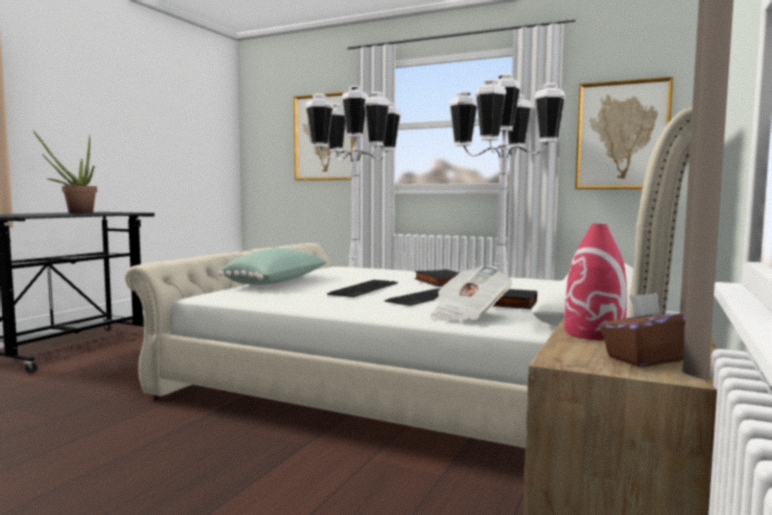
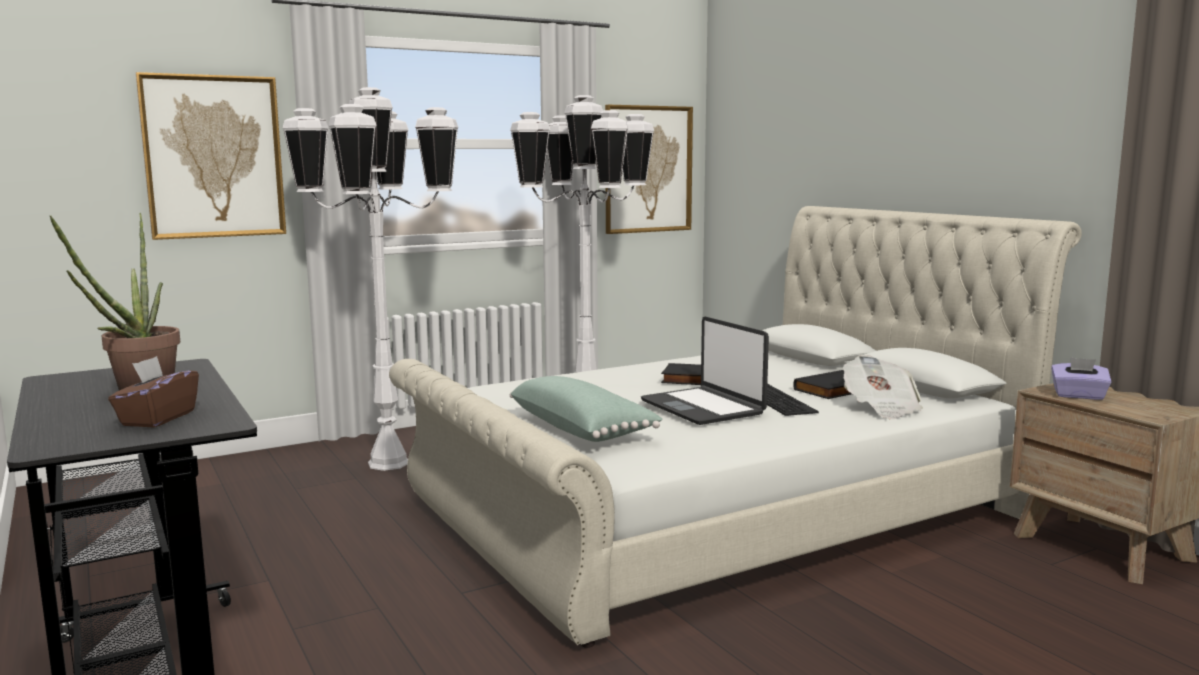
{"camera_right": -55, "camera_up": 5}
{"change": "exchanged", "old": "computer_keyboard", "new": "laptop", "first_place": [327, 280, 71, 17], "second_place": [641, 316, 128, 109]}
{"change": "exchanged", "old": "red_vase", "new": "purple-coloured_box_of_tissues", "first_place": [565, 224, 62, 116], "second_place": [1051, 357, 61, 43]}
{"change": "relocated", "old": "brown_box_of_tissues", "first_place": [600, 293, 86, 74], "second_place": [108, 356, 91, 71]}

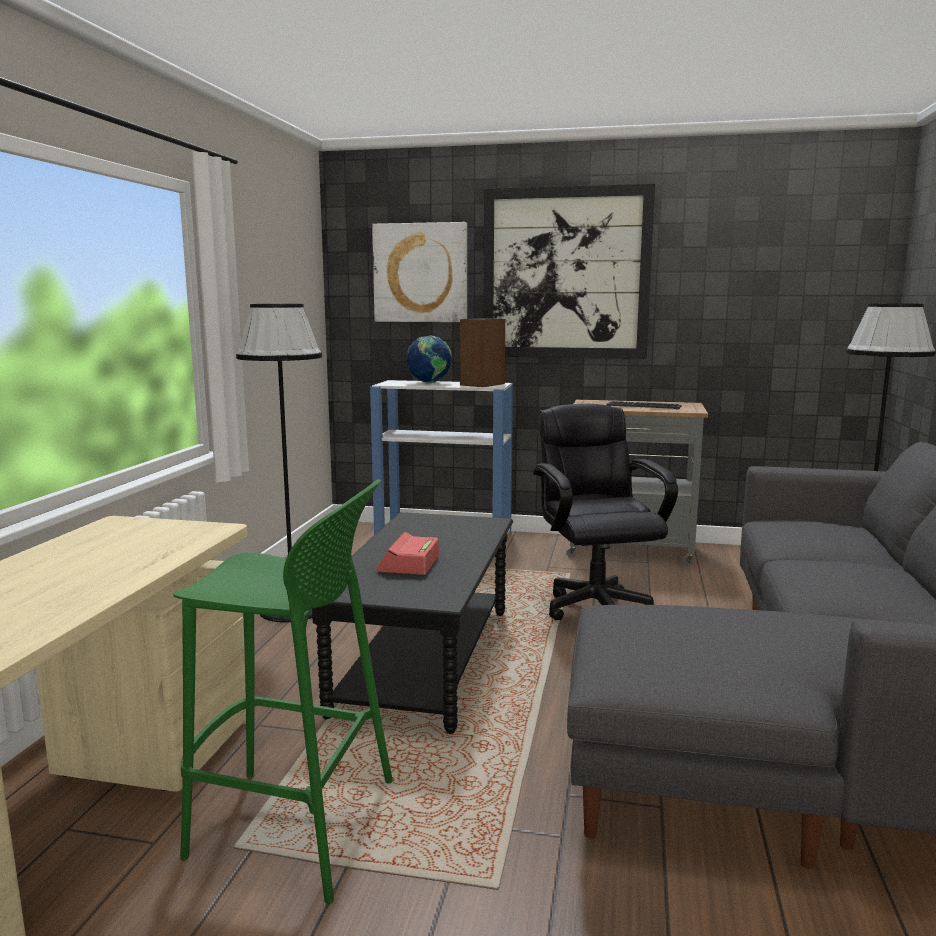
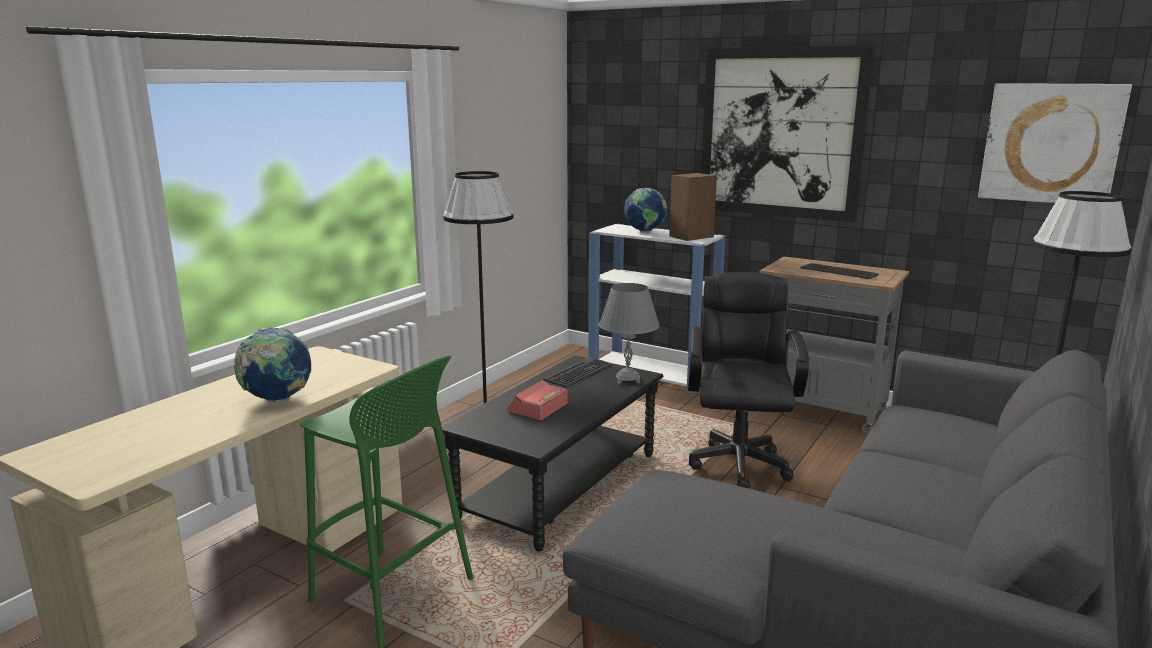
{"camera_right": 20, "camera_up": 5}
{"change": "relocated", "old": "picture", "first_place": [372, 222, 95, 100], "second_place": [978, 83, 154, 120]}
{"change": "appeared", "new": "desk_globe", "second_place": [234, 328, 77, 74]}
{"change": "appeared", "new": "computer_keyboard", "second_place": [543, 357, 69, 31]}
{"change": "appeared", "new": "grey_tabletop_lamp", "second_place": [598, 283, 62, 101]}

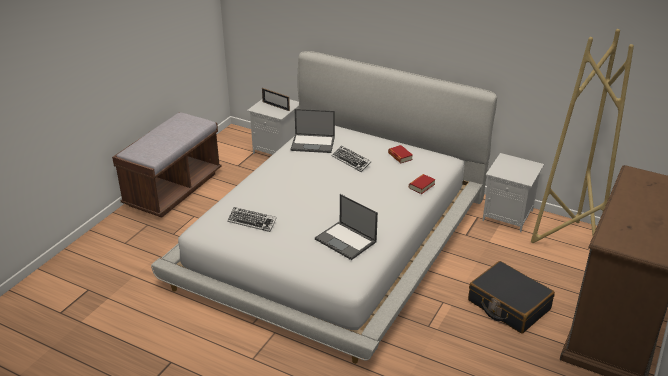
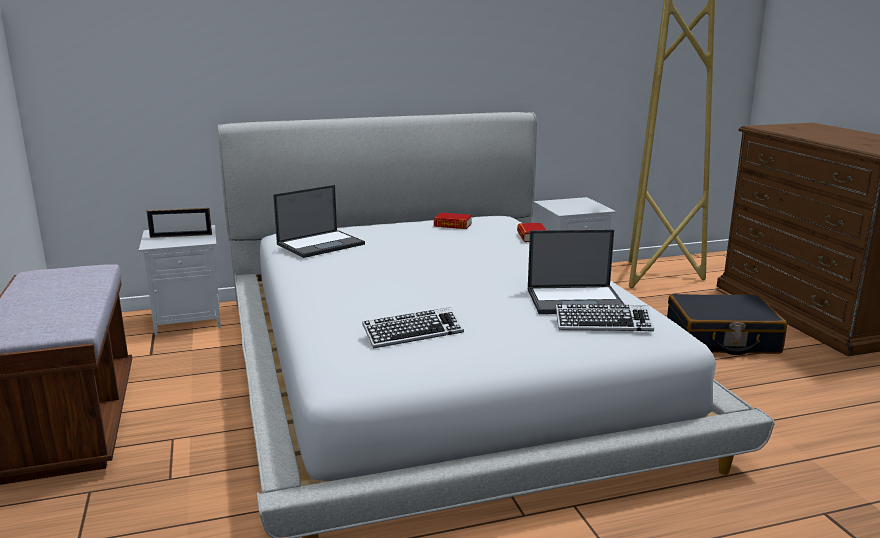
{"camera_right": -45, "camera_up": -15}
{"change": "relocated", "old": "computer_keyboard", "first_place": [332, 145, 39, 27], "second_place": [555, 304, 99, 27]}

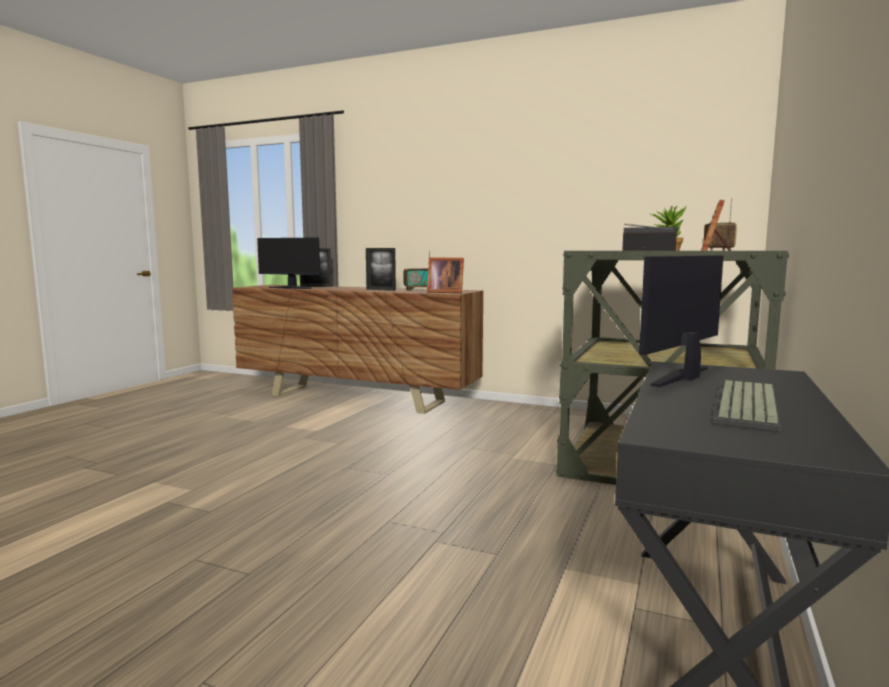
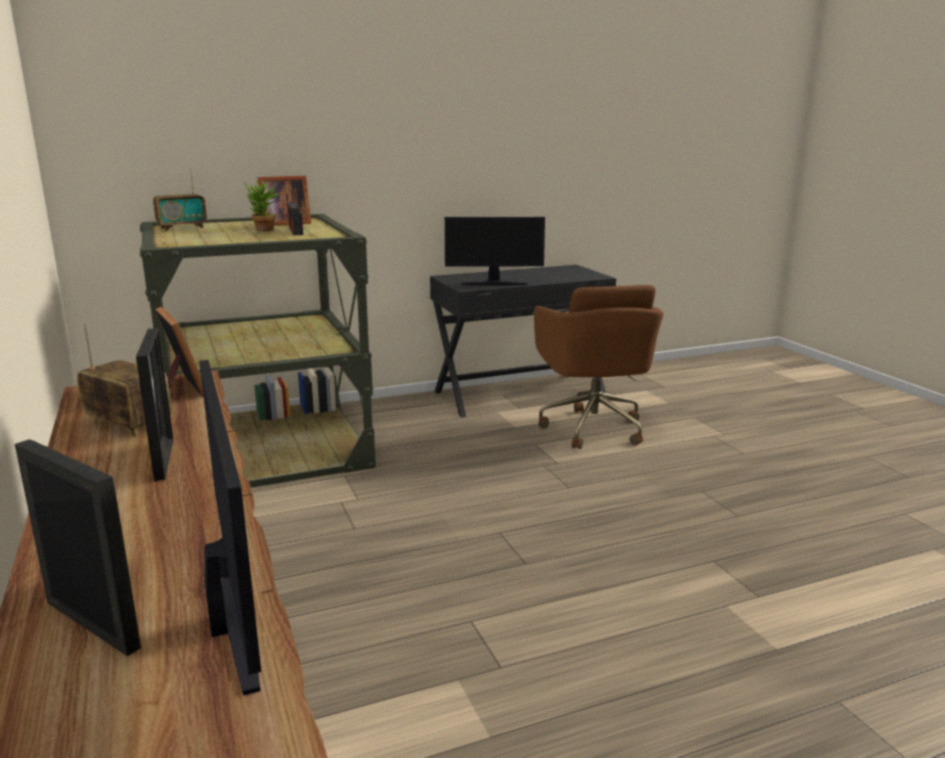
{"camera_right": -135, "camera_up": 10}
{"change": "missing", "old": "computer_keyboard", "first_place": [713, 380, 68, 51]}
{"change": "appeared", "new": "brown_desk_chair", "second_place": [534, 285, 130, 164]}

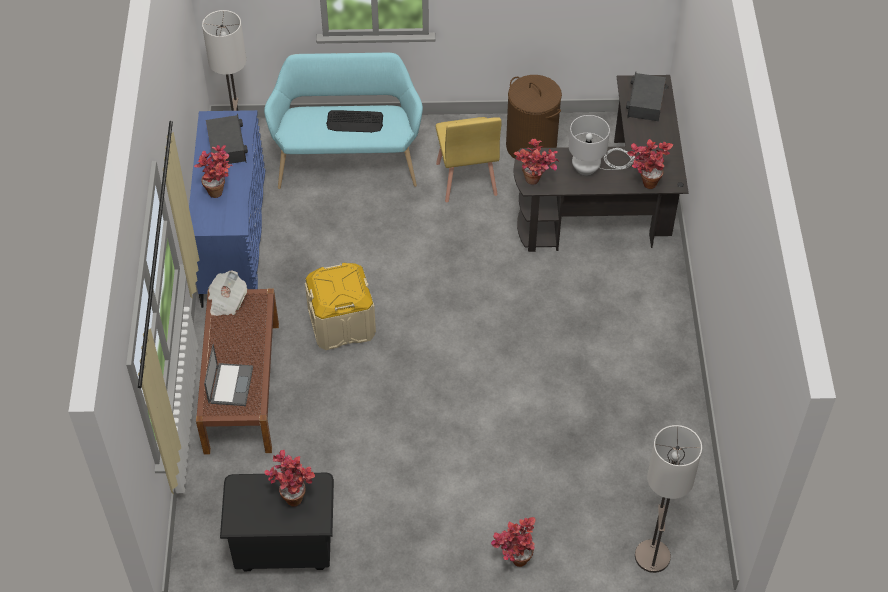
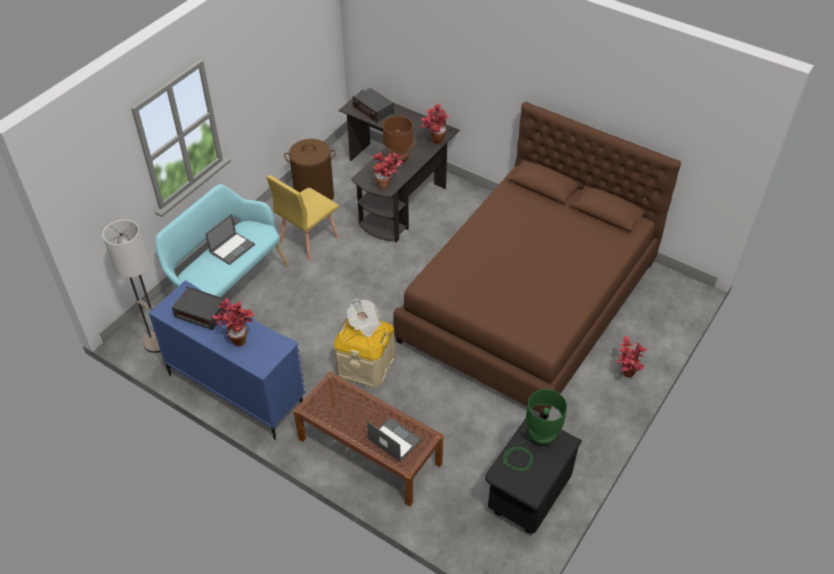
{"camera_right": -55, "camera_up": -5}
{"change": "relocated", "old": "newspaper", "first_place": [208, 271, 39, 45], "second_place": [346, 299, 35, 38]}
{"change": "exchanged", "old": "houseplant", "new": "green-coloured_tabletop_lamp", "first_place": [264, 450, 51, 57], "second_place": [503, 389, 64, 82]}
{"change": "exchanged", "old": "computer_keyboard", "new": "laptop", "first_place": [326, 110, 57, 23], "second_place": [206, 214, 49, 51]}
{"change": "spun", "old": "yellow_chair", "first_place": [436, 117, 66, 85], "second_place": [266, 175, 73, 86], "degrees": 105}
{"change": "colour", "old": "grey_tabletop_lamp", "new": "brown_tabletop_lamp", "first_place": [569, 115, 67, 61], "second_place": [383, 116, 33, 48]}
{"change": "missing", "old": "floor_lamp", "first_place": [635, 425, 67, 148]}
{"change": "appeared", "new": "brown_bed", "second_place": [394, 102, 287, 316]}

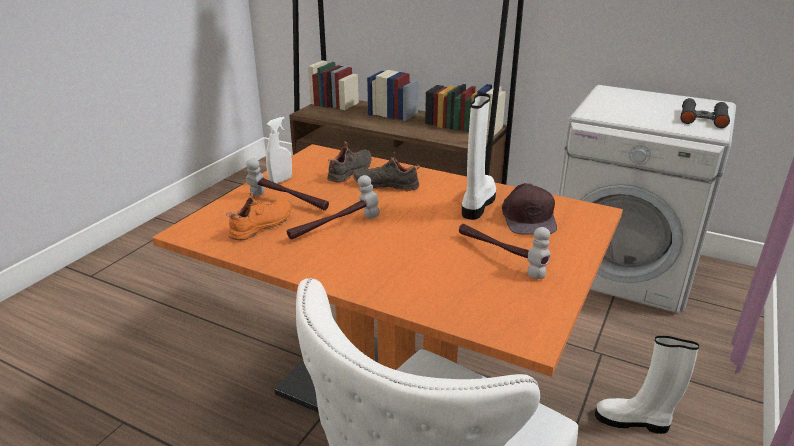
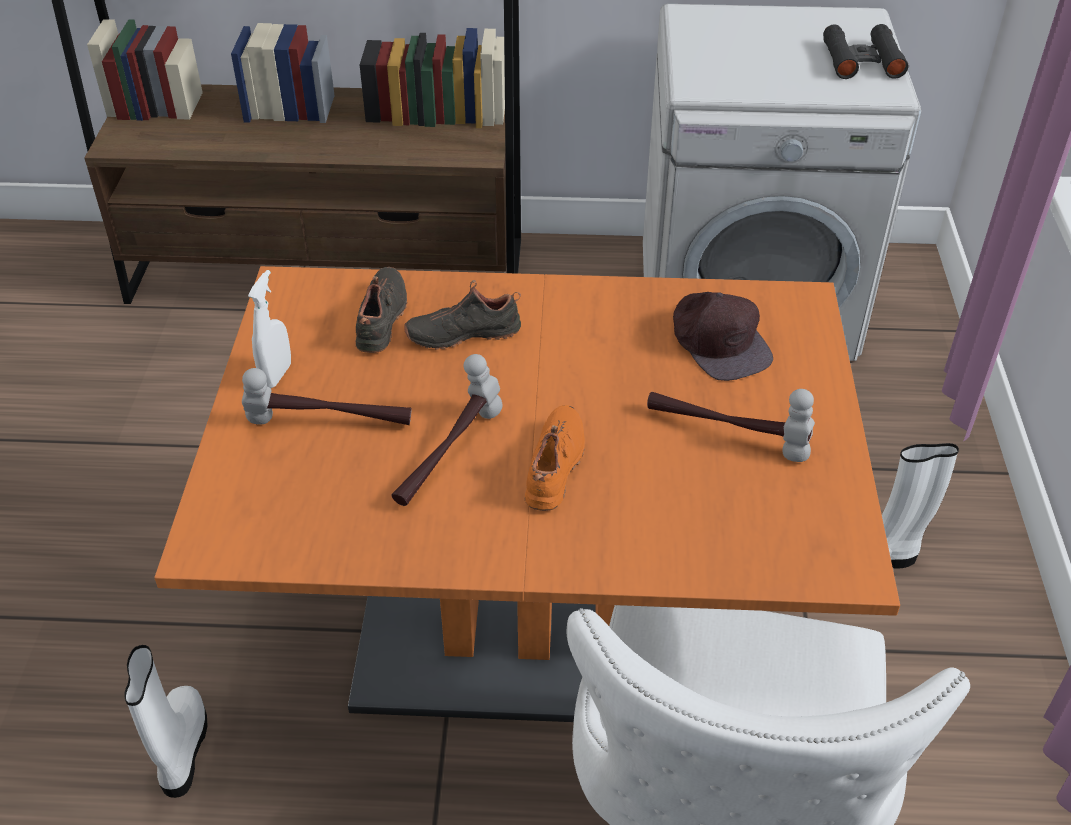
{"camera_right": -25, "camera_up": 15}
{"change": "relocated", "old": "orangey_shoe", "first_place": [226, 192, 66, 48], "second_place": [524, 405, 61, 106]}
{"change": "relocated", "old": "white_boot", "first_place": [462, 93, 34, 127], "second_place": [124, 645, 84, 153]}

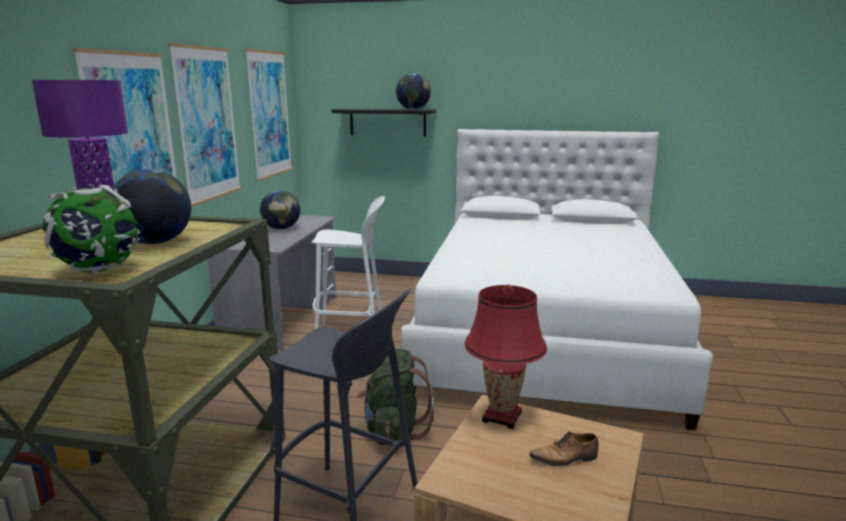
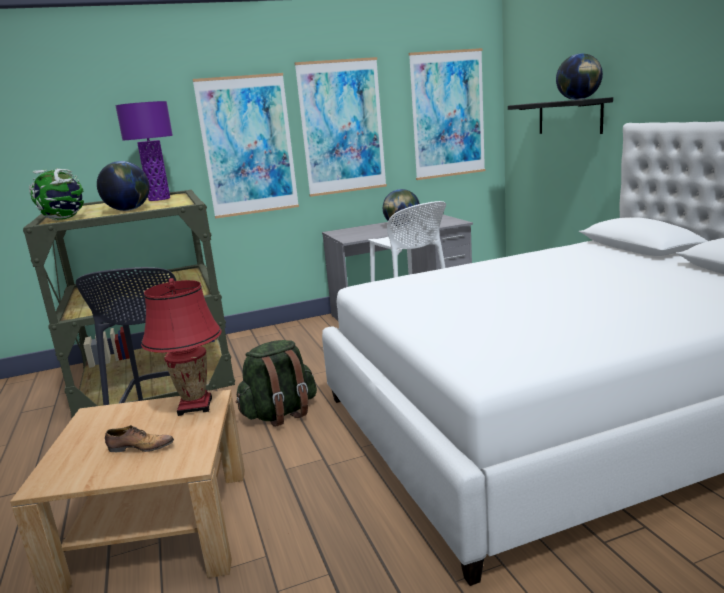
{"camera_right": 60, "camera_up": 0}
{"change": "spun", "old": "shoe", "first_place": [529, 431, 70, 35], "second_place": [105, 425, 69, 27], "degrees": 135}

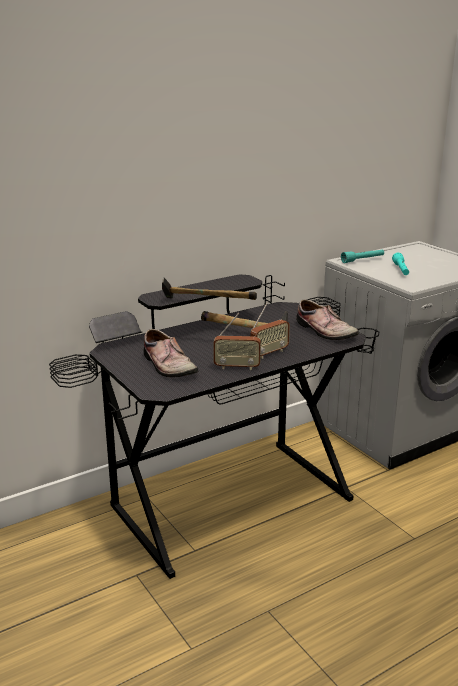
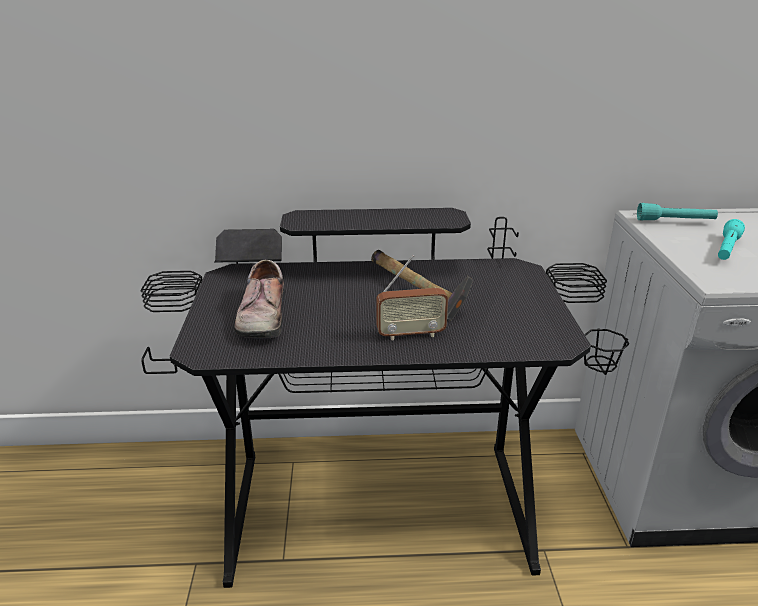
{"camera_right": 30, "camera_up": 5}
{"change": "missing", "old": "hand_hammer", "first_place": [162, 277, 95, 23]}
{"change": "missing", "old": "radio", "first_place": [213, 313, 48, 57]}
{"change": "missing", "old": "shoe", "first_place": [296, 300, 63, 40]}

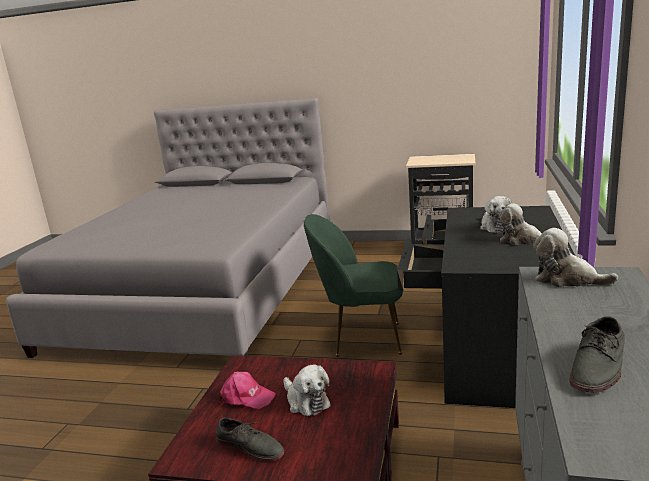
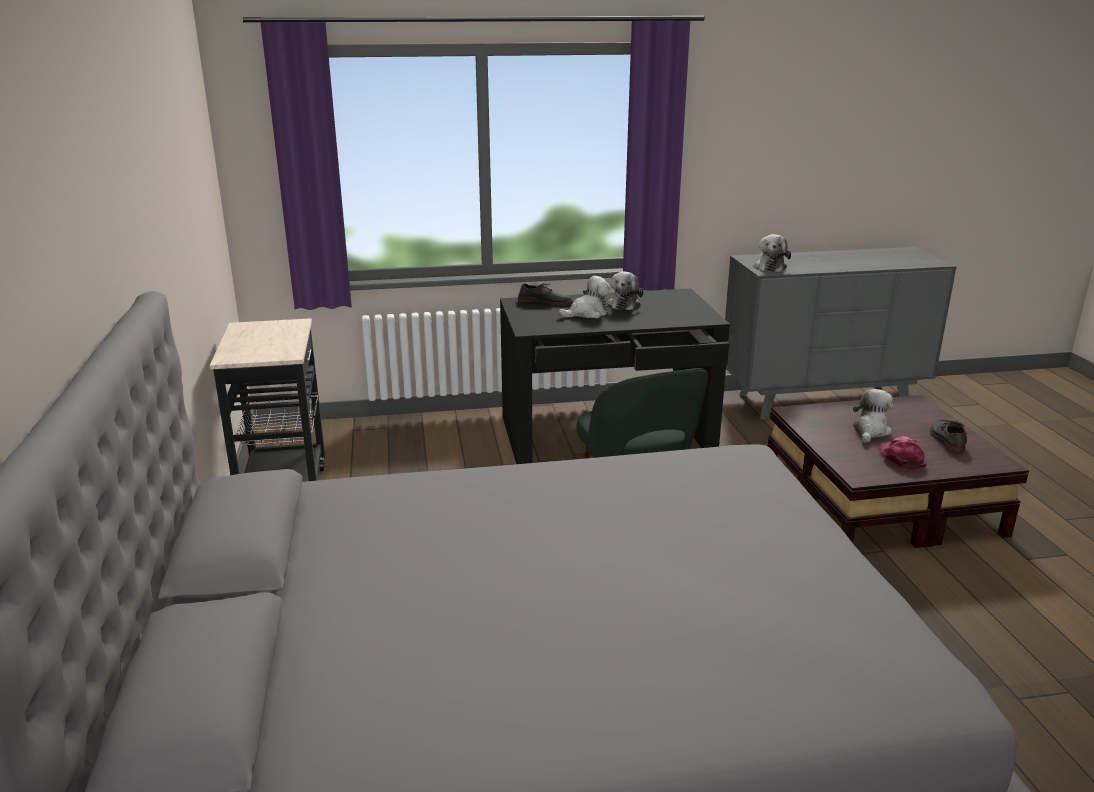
{"camera_right": -115, "camera_up": 5}
{"change": "relocated", "old": "grey_shoe", "first_place": [569, 316, 56, 77], "second_place": [518, 283, 55, 23]}

